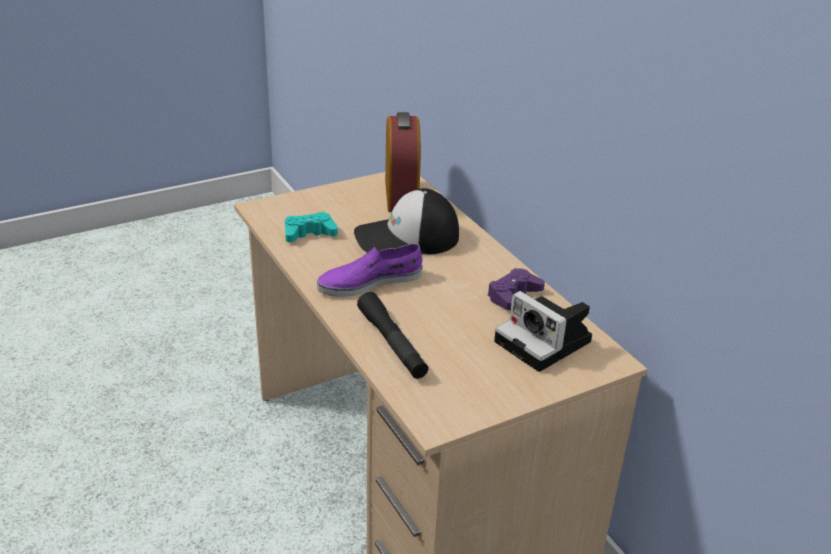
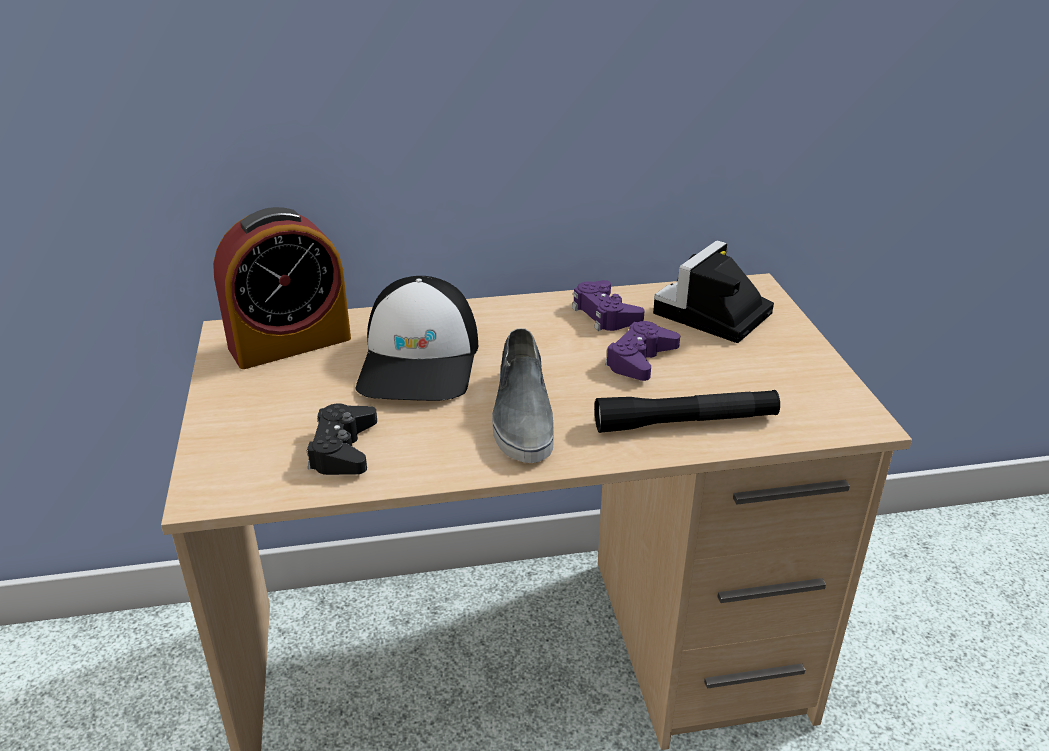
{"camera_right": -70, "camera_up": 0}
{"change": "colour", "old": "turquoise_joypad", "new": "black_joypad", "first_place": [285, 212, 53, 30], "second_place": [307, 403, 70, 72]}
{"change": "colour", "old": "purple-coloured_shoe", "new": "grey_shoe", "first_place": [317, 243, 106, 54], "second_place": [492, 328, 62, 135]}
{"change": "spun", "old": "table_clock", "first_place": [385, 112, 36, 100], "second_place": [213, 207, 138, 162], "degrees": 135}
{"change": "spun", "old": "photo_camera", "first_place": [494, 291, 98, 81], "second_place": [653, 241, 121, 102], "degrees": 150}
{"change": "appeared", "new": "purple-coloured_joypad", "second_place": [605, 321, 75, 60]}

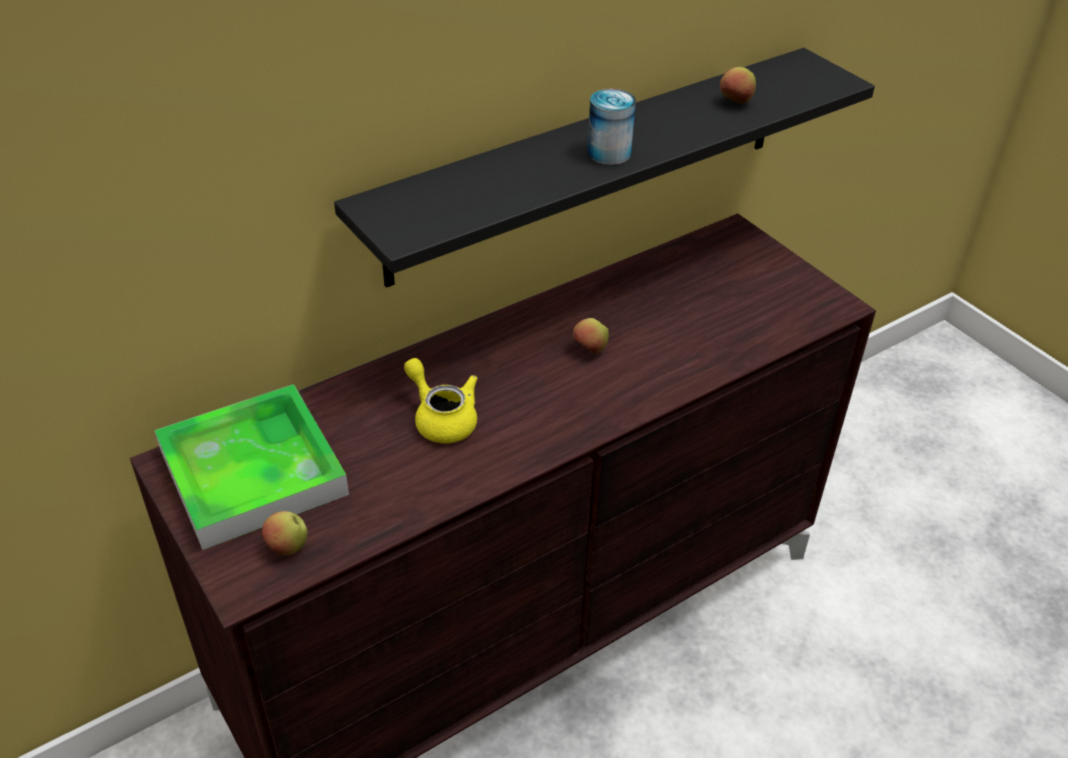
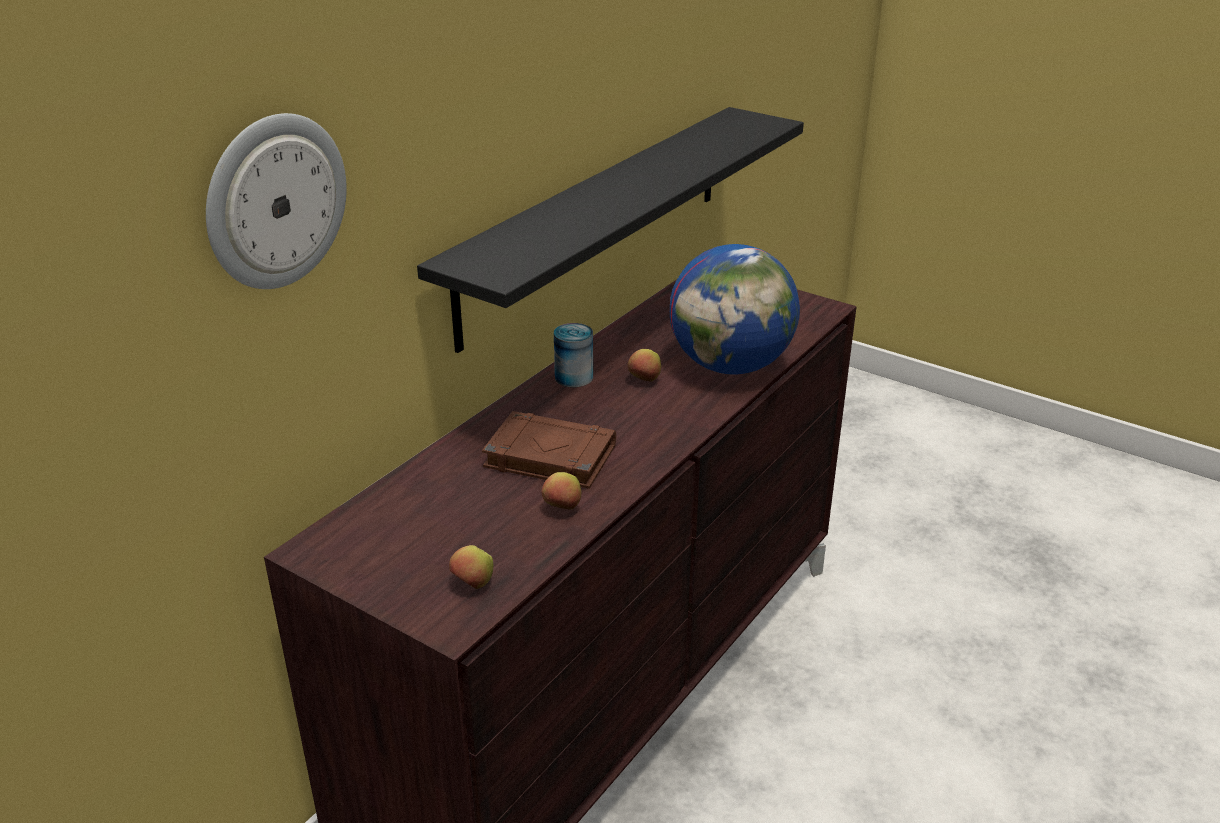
{"camera_right": -20, "camera_up": -10}
{"change": "missing", "old": "carrying_tray", "first_place": [154, 384, 195, 166]}
{"change": "exchanged", "old": "yellow_teapot", "new": "brown_book", "first_place": [404, 358, 73, 85], "second_place": [482, 411, 134, 78]}
{"change": "relocated", "old": "can", "first_place": [587, 89, 49, 76], "second_place": [554, 323, 39, 64]}
{"change": "relocated", "old": "apple", "first_place": [720, 67, 36, 37], "second_place": [541, 472, 40, 37]}
{"change": "appeared", "new": "clock_on_the_wall", "second_place": [206, 113, 141, 176]}
{"change": "appeared", "new": "desk_globe", "second_place": [670, 244, 130, 131]}

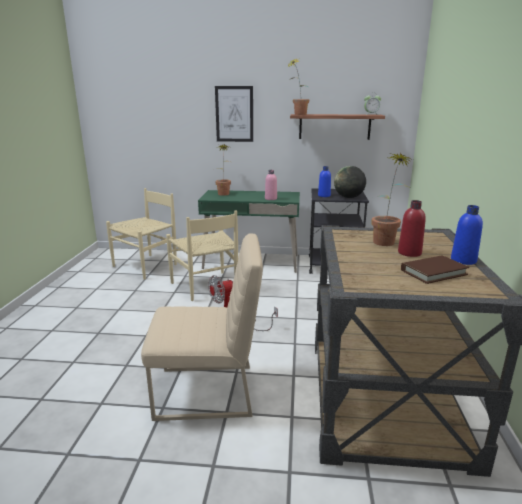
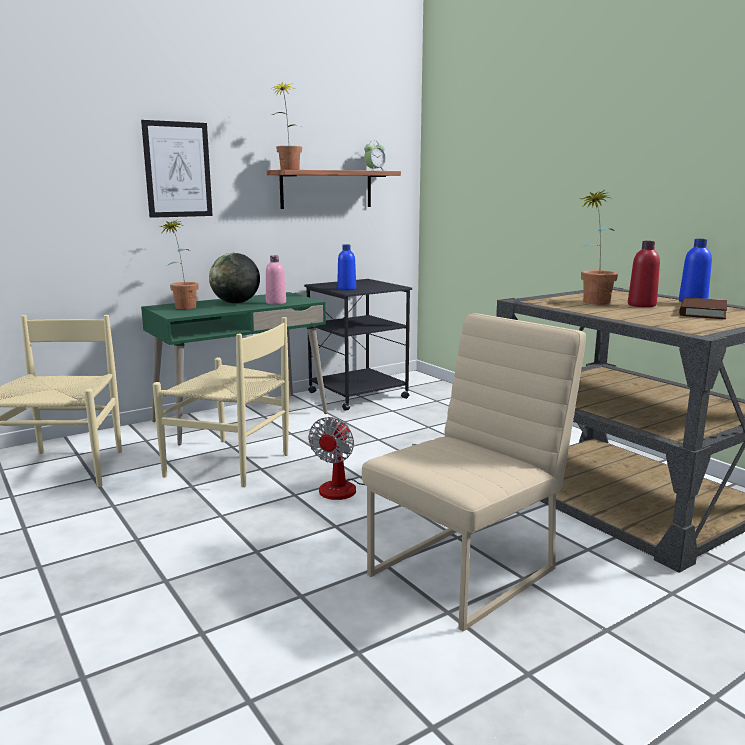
{"camera_right": -40, "camera_up": -5}
{"change": "relocated", "old": "desk_globe", "first_place": [334, 166, 32, 32], "second_place": [209, 253, 51, 50]}

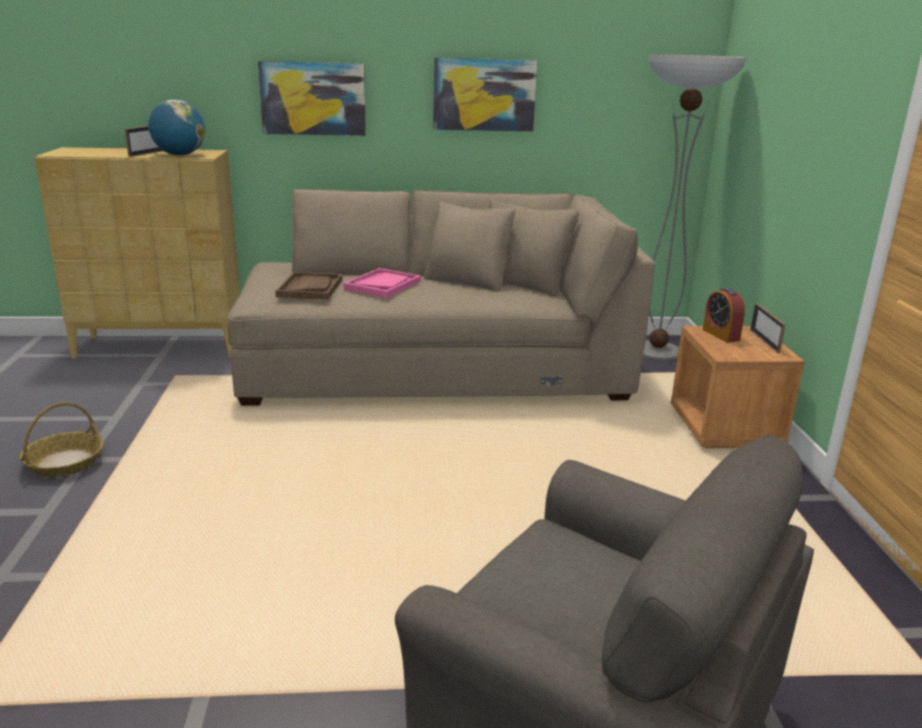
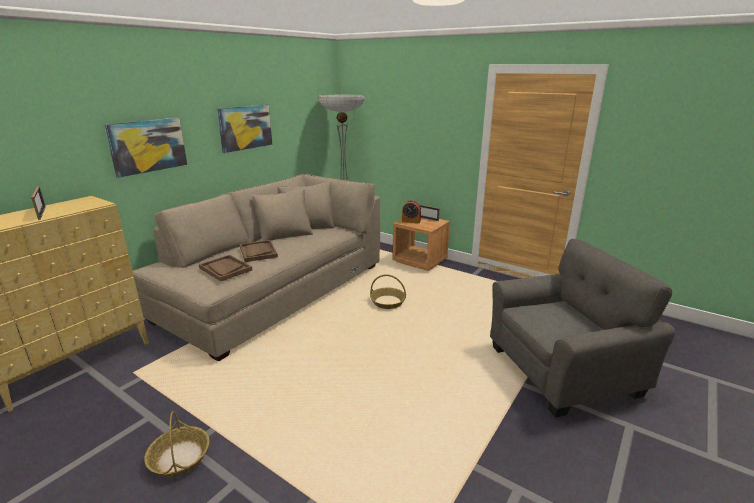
{"camera_right": -50, "camera_up": 0}
{"change": "missing", "old": "desk_globe", "first_place": [148, 100, 57, 55]}
{"change": "colour", "old": "pink-coloured_carrying_tray", "new": "brown_carrying_tray", "first_place": [343, 268, 78, 30], "second_place": [240, 240, 38, 22]}
{"change": "appeared", "new": "household_basket", "second_place": [370, 274, 36, 35]}

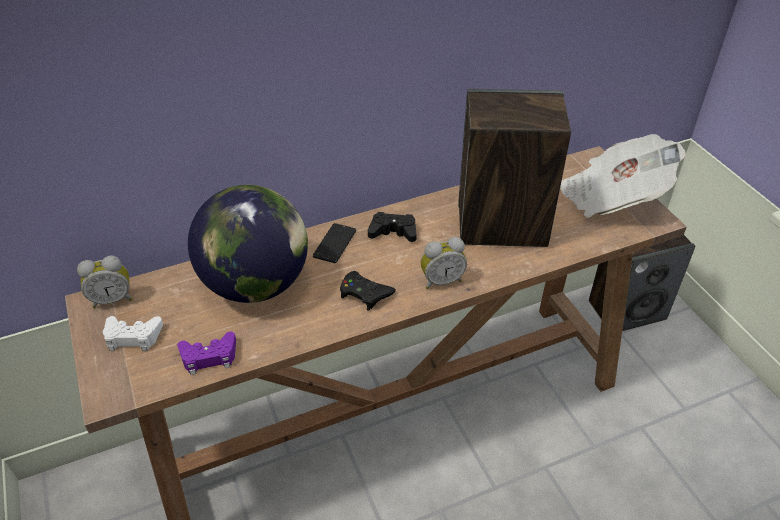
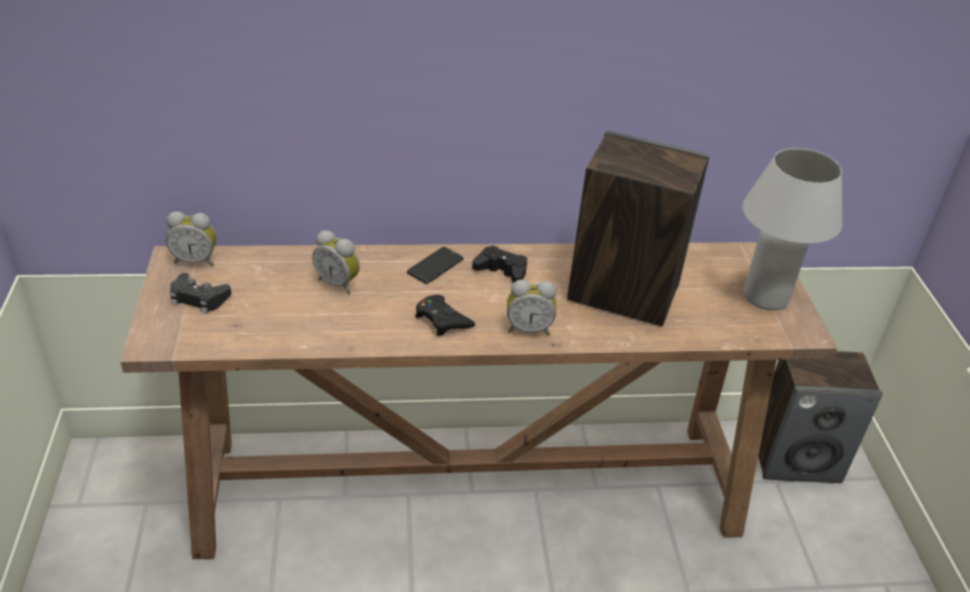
{"camera_right": 15, "camera_up": -5}
{"change": "colour", "old": "white_joypad", "new": "black_joypad", "first_place": [103, 316, 60, 35], "second_place": [170, 273, 61, 41]}
{"change": "missing", "old": "purple-coloured_joypad", "first_place": [177, 331, 59, 44]}
{"change": "exchanged", "old": "desk_globe", "new": "table_clock", "first_place": [188, 185, 120, 118], "second_place": [312, 230, 48, 64]}
{"change": "exchanged", "old": "newspaper", "new": "white_tabletop_lamp", "first_place": [560, 134, 126, 84], "second_place": [742, 148, 100, 162]}

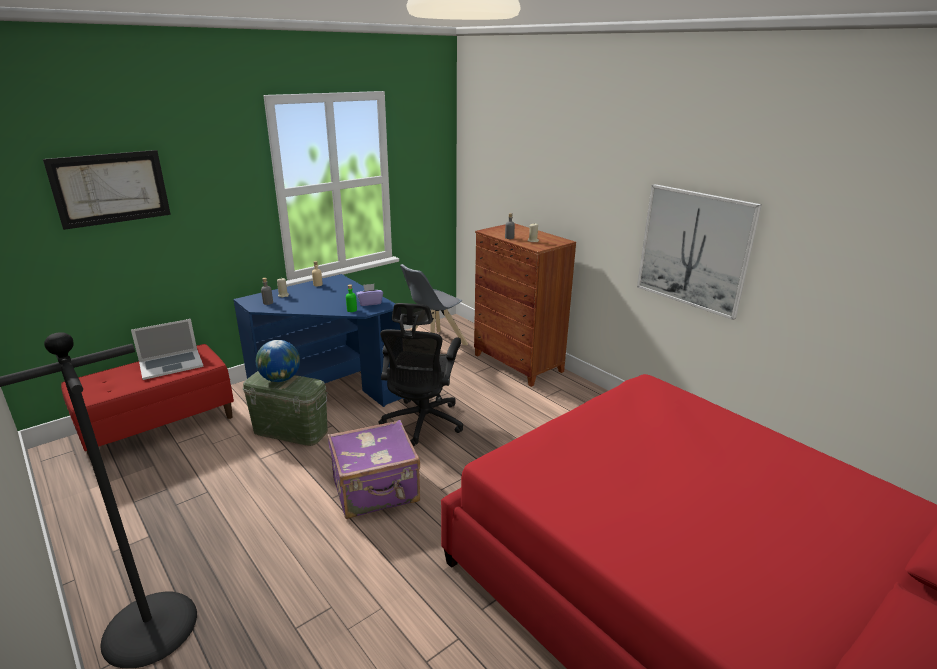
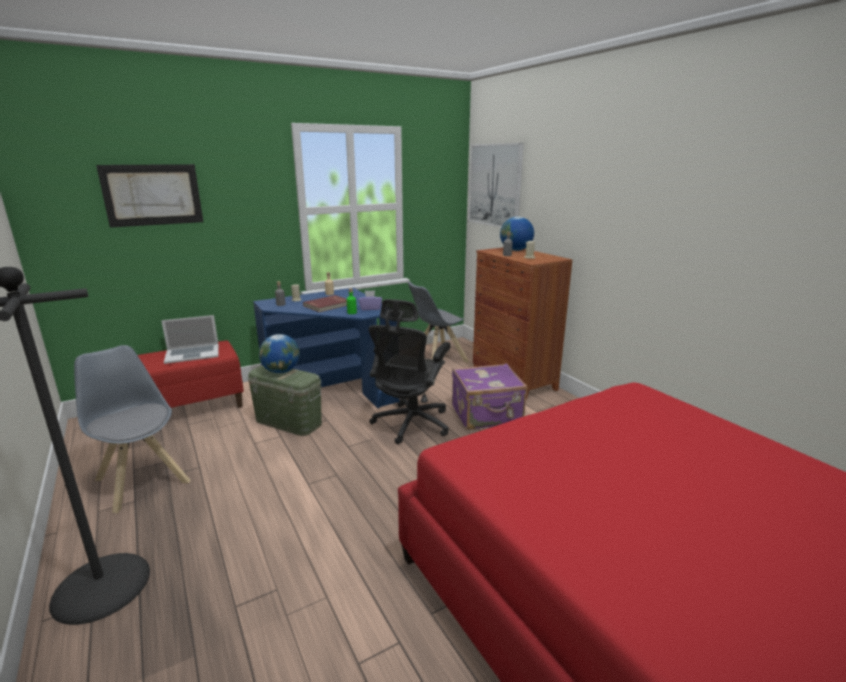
{"camera_right": 10, "camera_up": -5}
{"change": "relocated", "old": "purple-coloured_suitcase", "first_place": [328, 420, 92, 99], "second_place": [452, 363, 75, 67]}
{"change": "relocated", "old": "picture", "first_place": [637, 184, 125, 136], "second_place": [468, 143, 56, 84]}
{"change": "appeared", "new": "grey_chair", "second_place": [74, 345, 116, 168]}
{"change": "appeared", "new": "red_book", "second_place": [303, 295, 44, 17]}
{"change": "appeared", "new": "desk_globe", "second_place": [500, 216, 34, 35]}

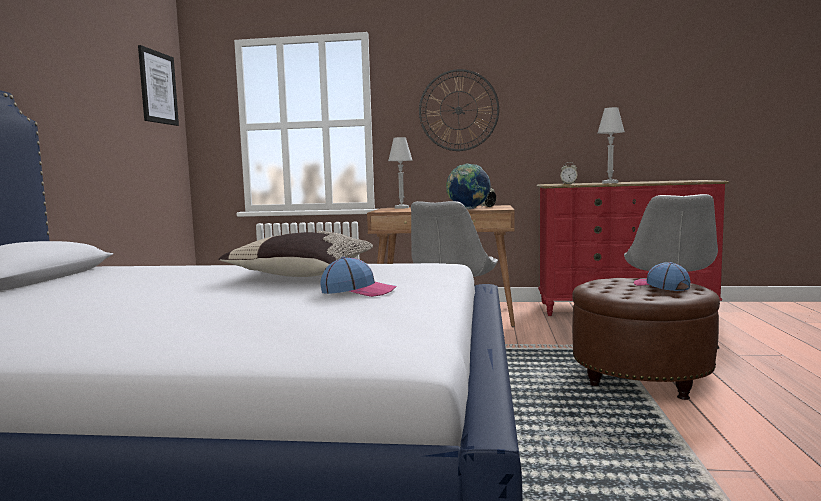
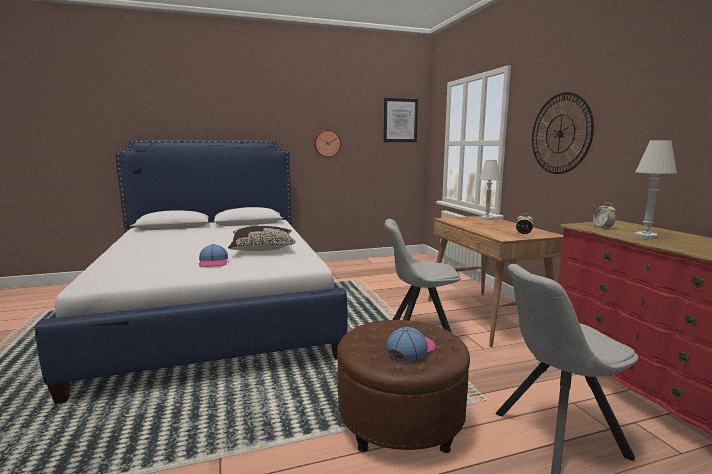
{"camera_right": 65, "camera_up": 5}
{"change": "missing", "old": "desk_globe", "first_place": [446, 163, 45, 46]}
{"change": "appeared", "new": "clock_on_the_wall", "second_place": [314, 130, 27, 28]}

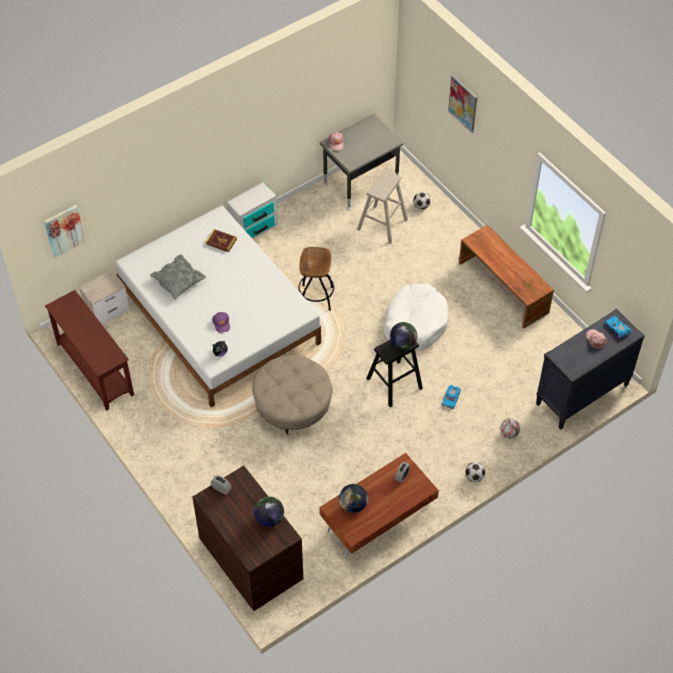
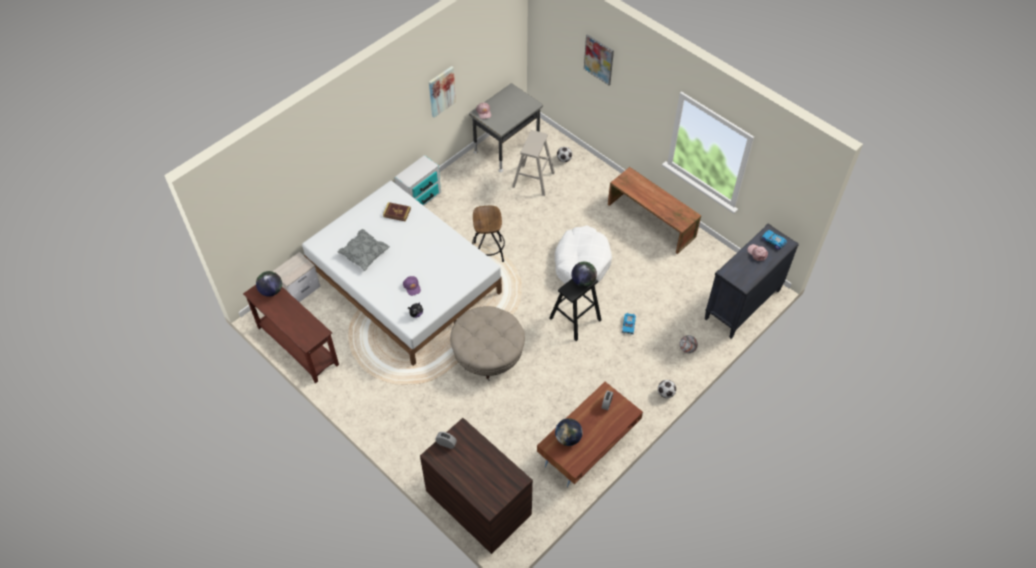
{"camera_right": -10, "camera_up": 0}
{"change": "relocated", "old": "picture", "first_place": [44, 205, 41, 53], "second_place": [429, 66, 27, 52]}
{"change": "relocated", "old": "desk_globe", "first_place": [254, 497, 30, 30], "second_place": [256, 271, 26, 26]}

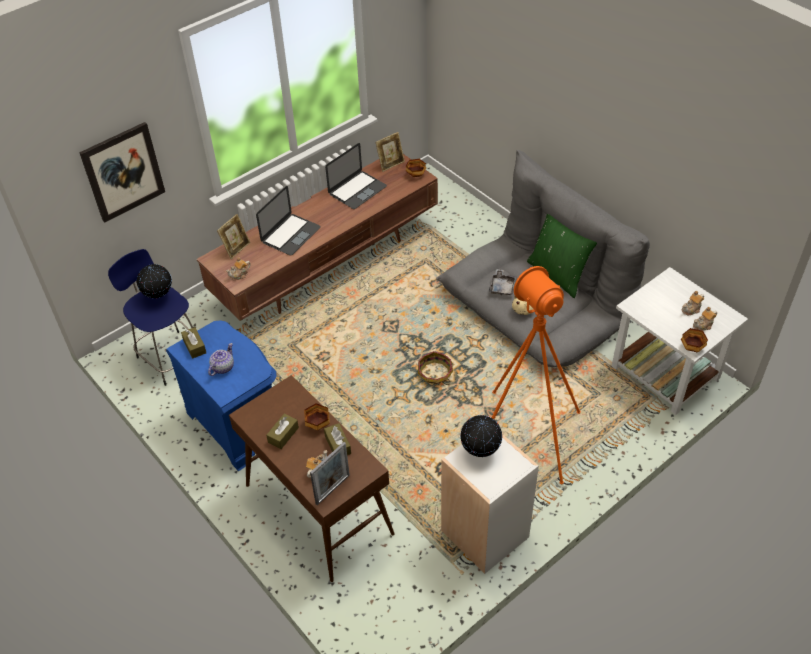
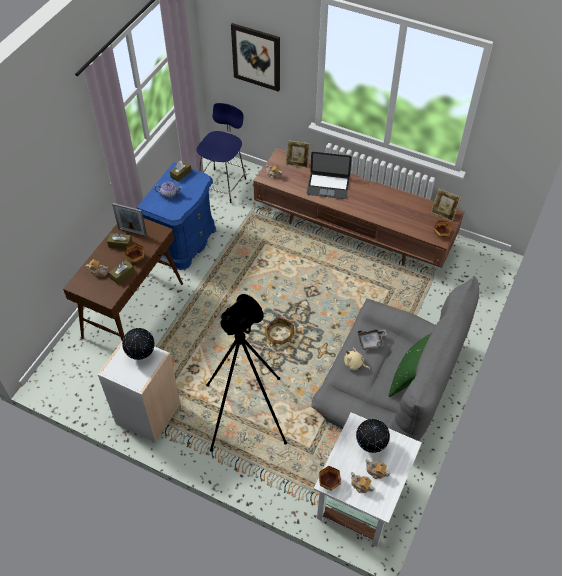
{"camera_right": 65, "camera_up": 5}
{"change": "relocated", "old": "desk_globe", "first_place": [137, 264, 35, 34], "second_place": [356, 419, 34, 34]}
{"change": "relocated", "old": "photo_frame", "first_place": [310, 442, 40, 63], "second_place": [112, 203, 35, 34]}
{"change": "missing", "old": "laptop", "first_place": [325, 143, 62, 66]}
{"change": "colour", "old": "orangey_floor_lamp", "new": "black_floor_lamp", "first_place": [491, 266, 90, 219], "second_place": [206, 294, 81, 158]}

